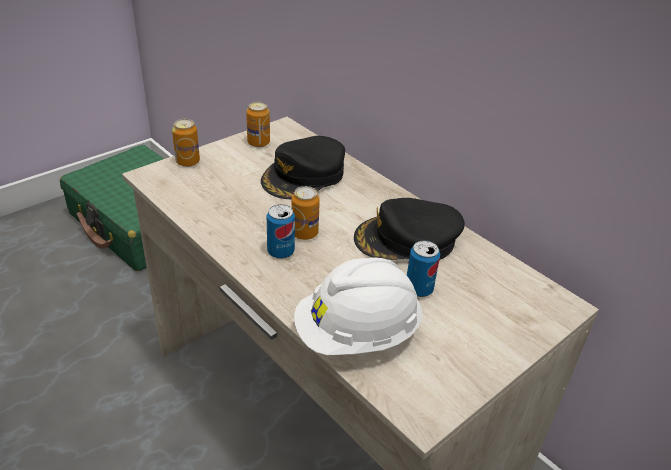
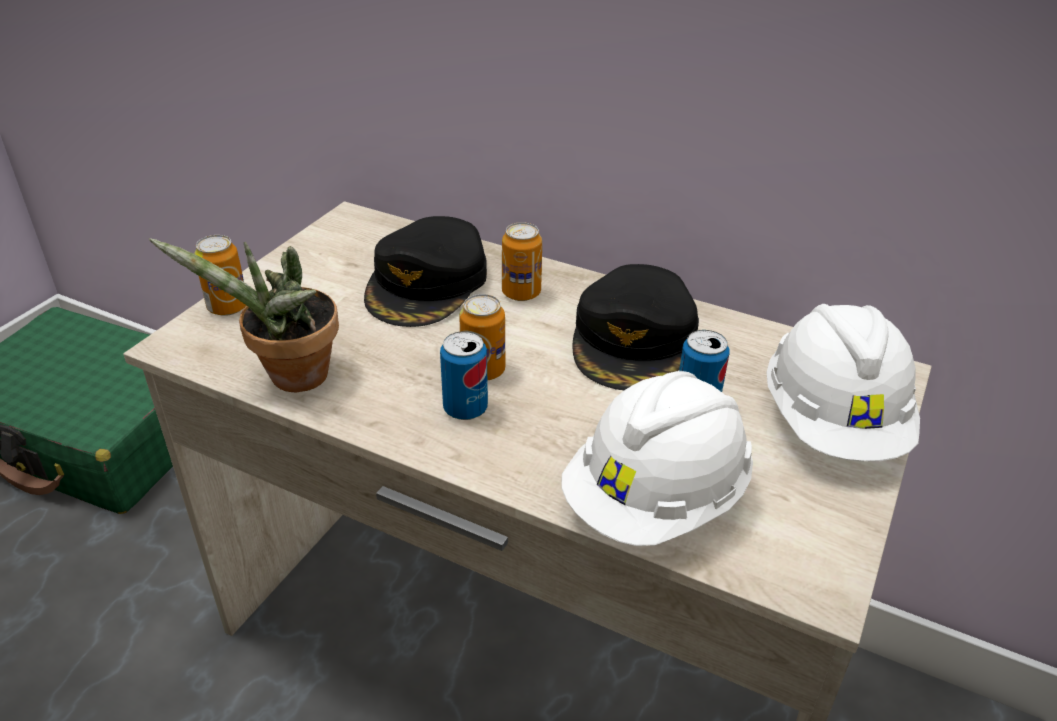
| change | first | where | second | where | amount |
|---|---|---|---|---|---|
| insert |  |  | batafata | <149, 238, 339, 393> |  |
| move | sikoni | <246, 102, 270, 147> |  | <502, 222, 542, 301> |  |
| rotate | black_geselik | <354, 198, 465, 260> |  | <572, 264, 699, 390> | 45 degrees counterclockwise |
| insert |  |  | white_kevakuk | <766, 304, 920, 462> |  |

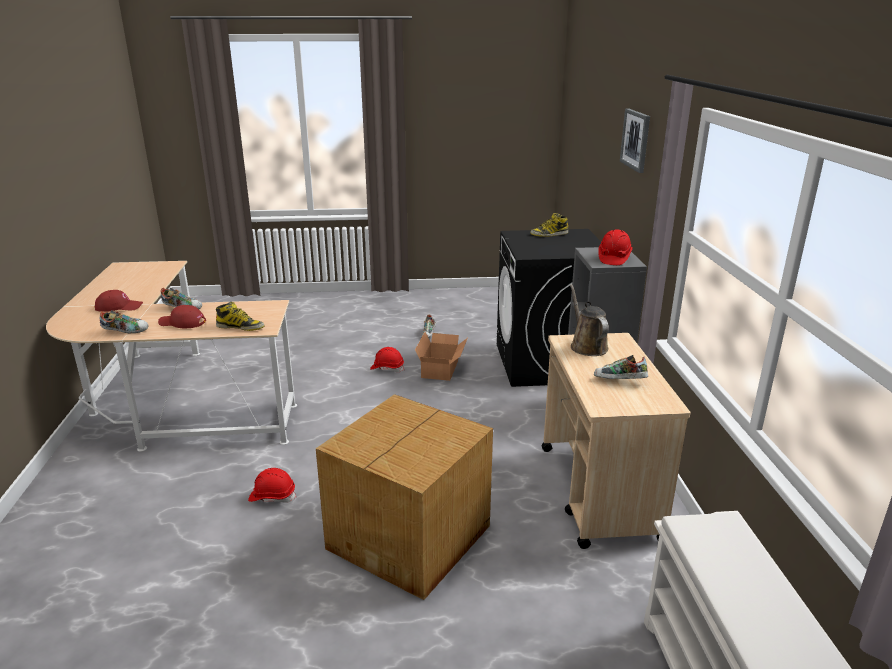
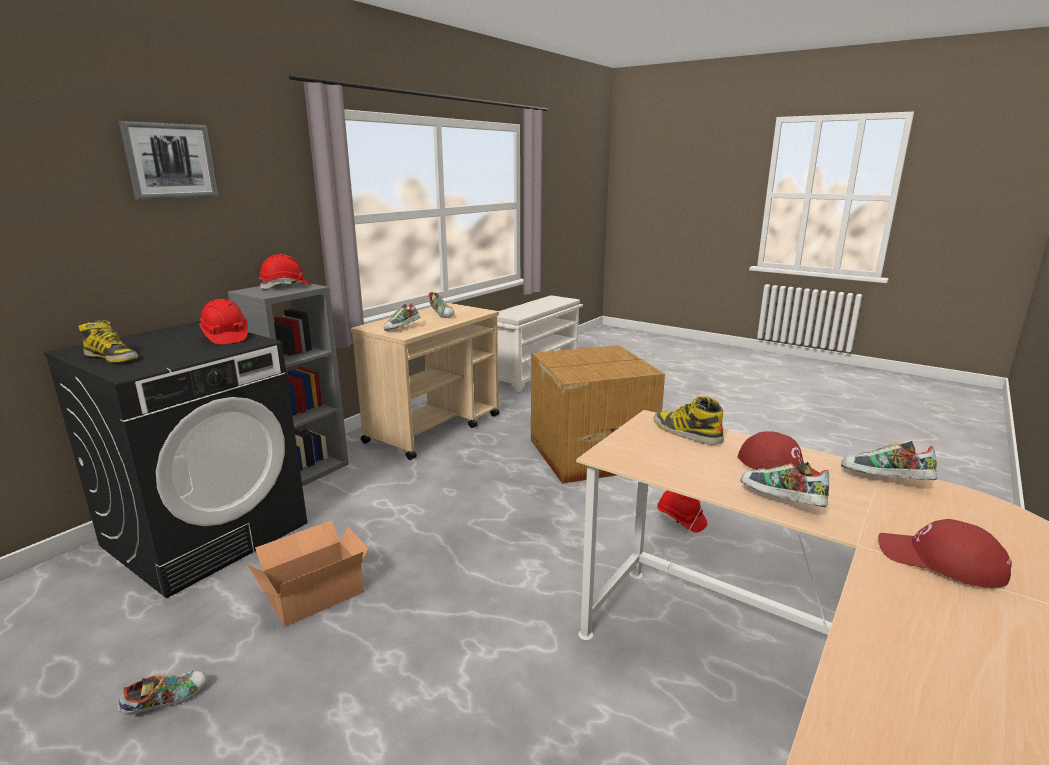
| change | first | where | second | where | amount |
|---|---|---|---|---|---|
| move | red_kevakuk | <370, 347, 404, 372> |  | <199, 299, 248, 344> |  |
| replace | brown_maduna | <570, 284, 609, 356> | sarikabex | <383, 303, 421, 331> |  |

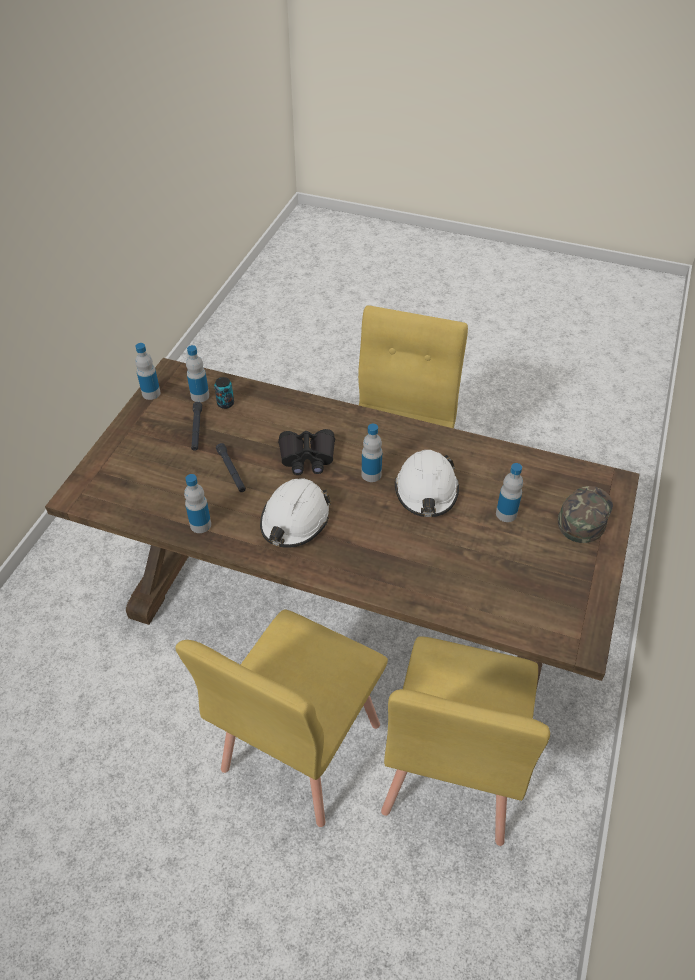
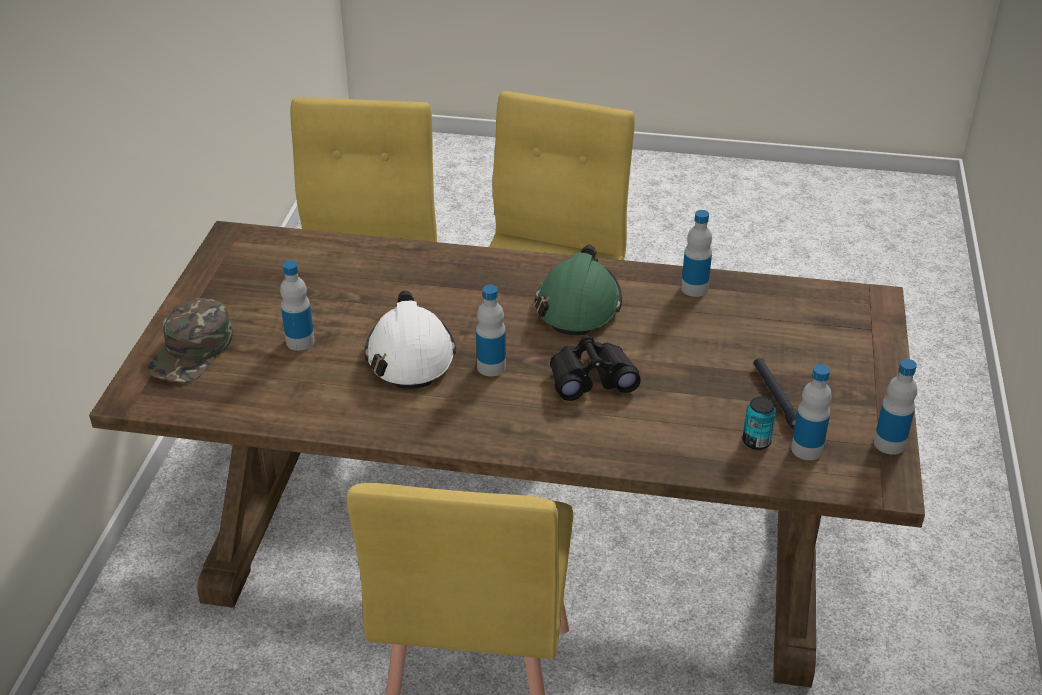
| change | first | where | second | where | amount |
|---|---|---|---|---|---|
| recolor | white_kevakuk | <260, 479, 331, 548> | green_kevakuk | <535, 245, 622, 335> |  |
| delete | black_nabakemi | <216, 443, 246, 492> |  |  |  |

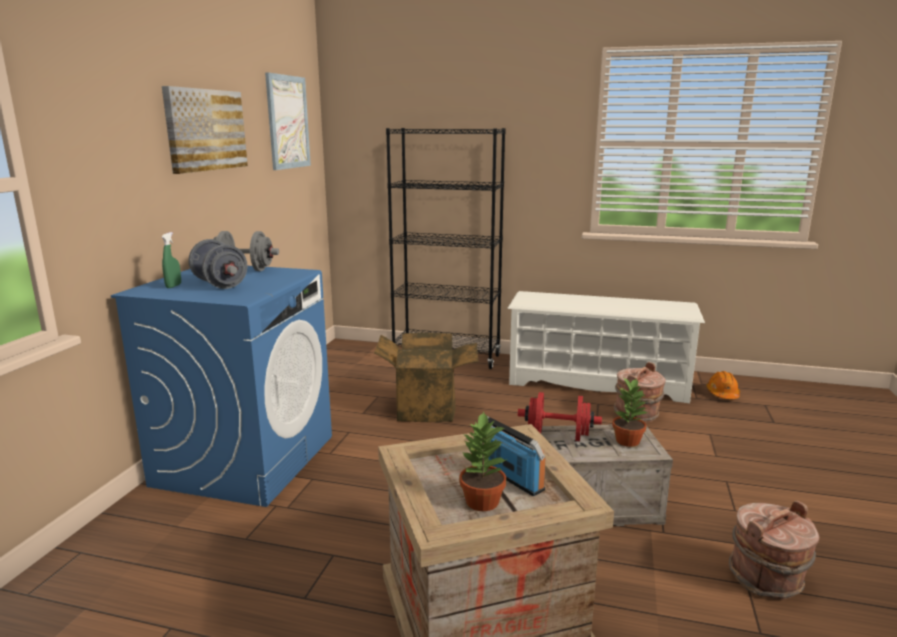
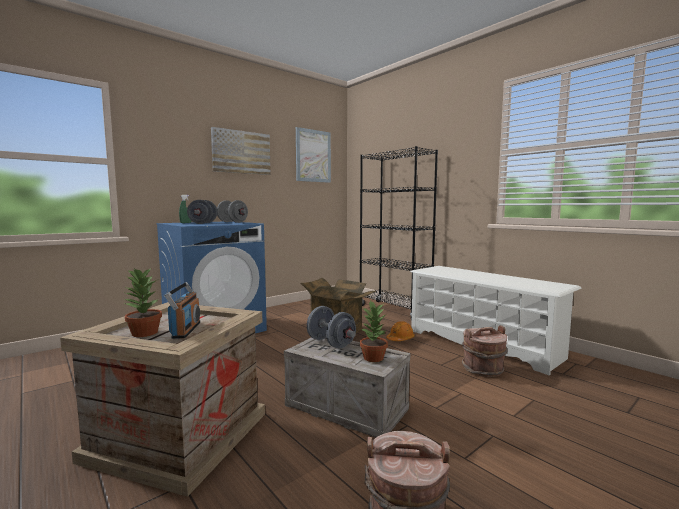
| change | first | where | second | where | amount |
|---|---|---|---|---|---|
| recolor | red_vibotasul | <518, 392, 602, 441> | grey_vibotasul | <307, 306, 356, 349> |  |
| move | orange_kevakuk | <707, 371, 740, 399> |  | <386, 321, 415, 341> |  |

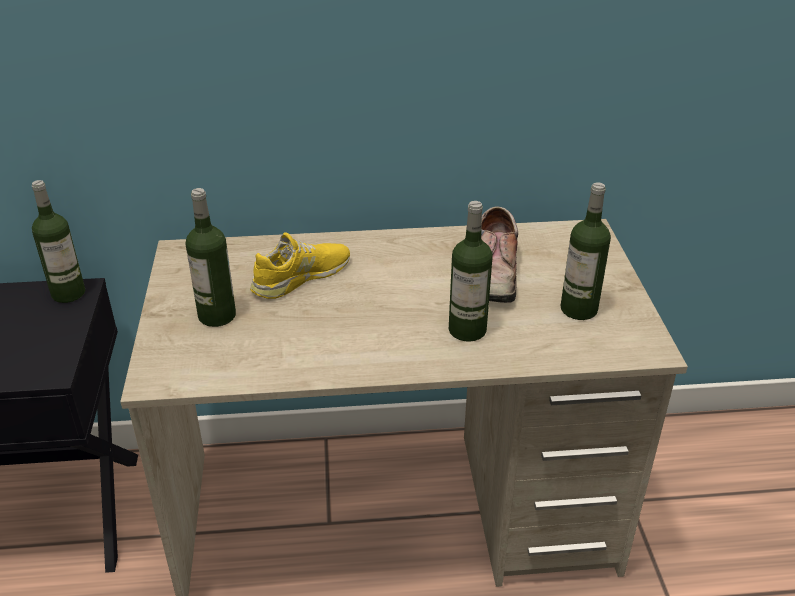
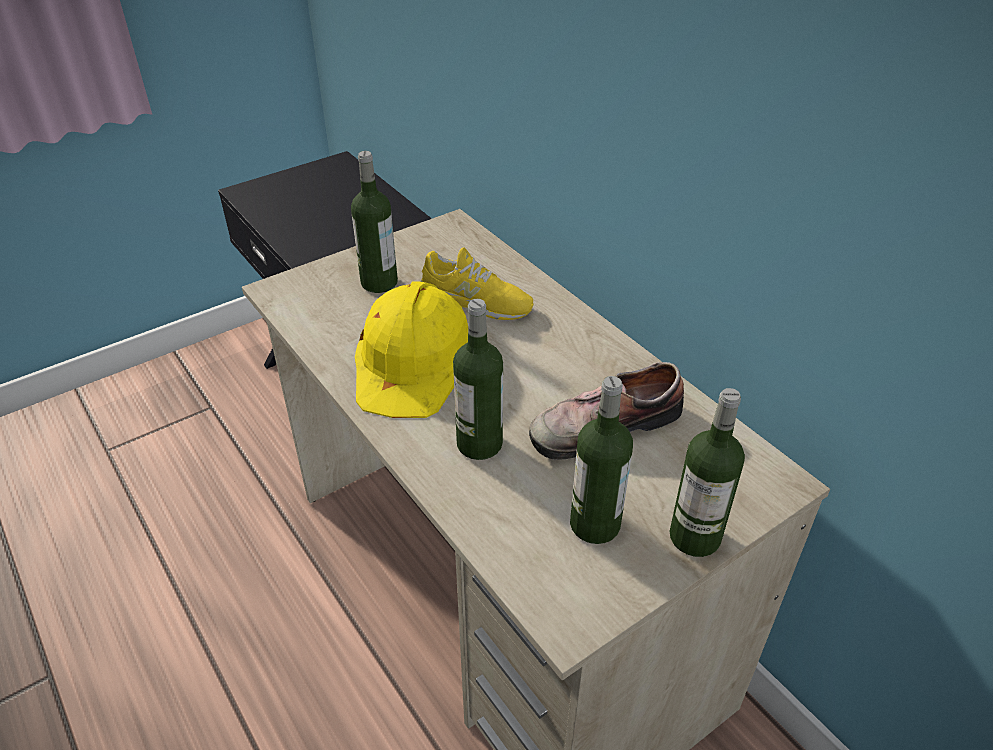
| change | first | where | second | where | amount |
|---|---|---|---|---|---|
| insert |  |  | yellow_kevakuk | <355, 282, 468, 418> |  |
| move | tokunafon | <32, 180, 85, 303> |  | <669, 388, 745, 557> |  |

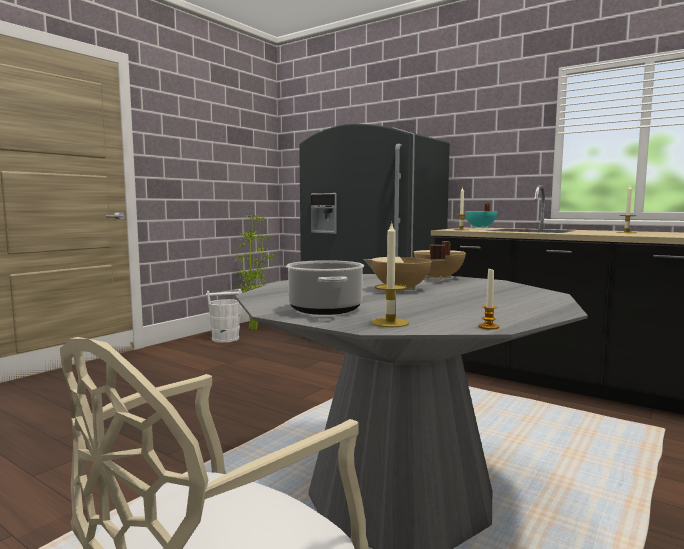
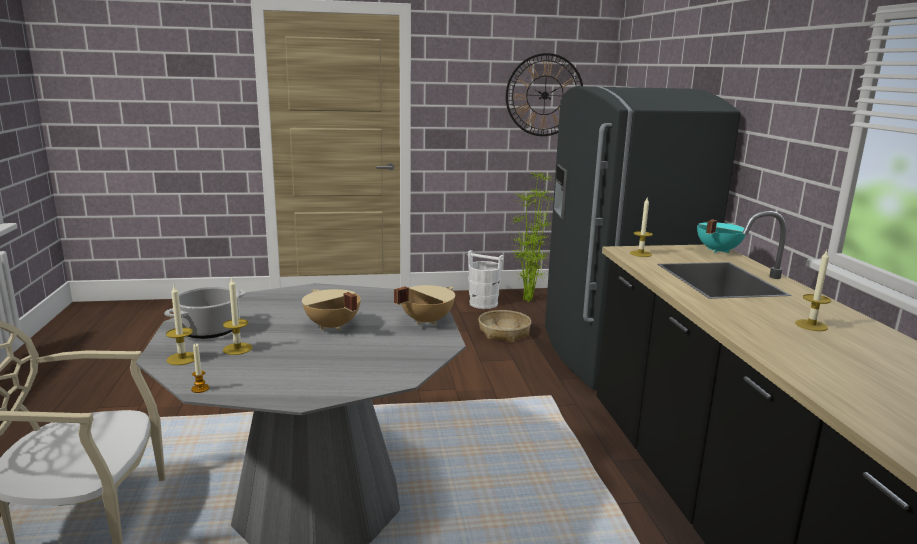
| change | first | where | second | where | amount |
|---|---|---|---|---|---|
| insert |  |  | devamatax | <223, 278, 252, 355> |  |
| insert |  |  | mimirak | <478, 310, 531, 342> |  |
| insert |  |  | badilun | <506, 53, 583, 136> |  |

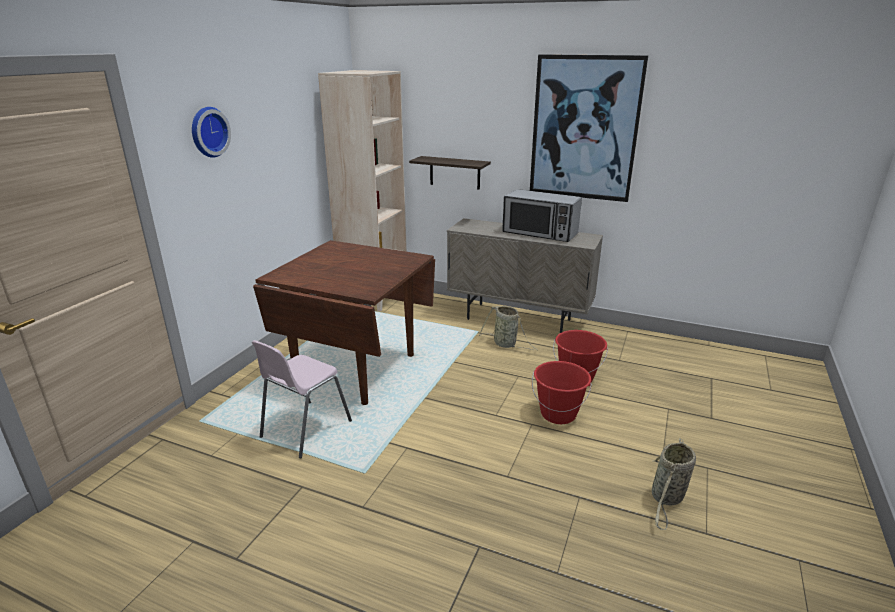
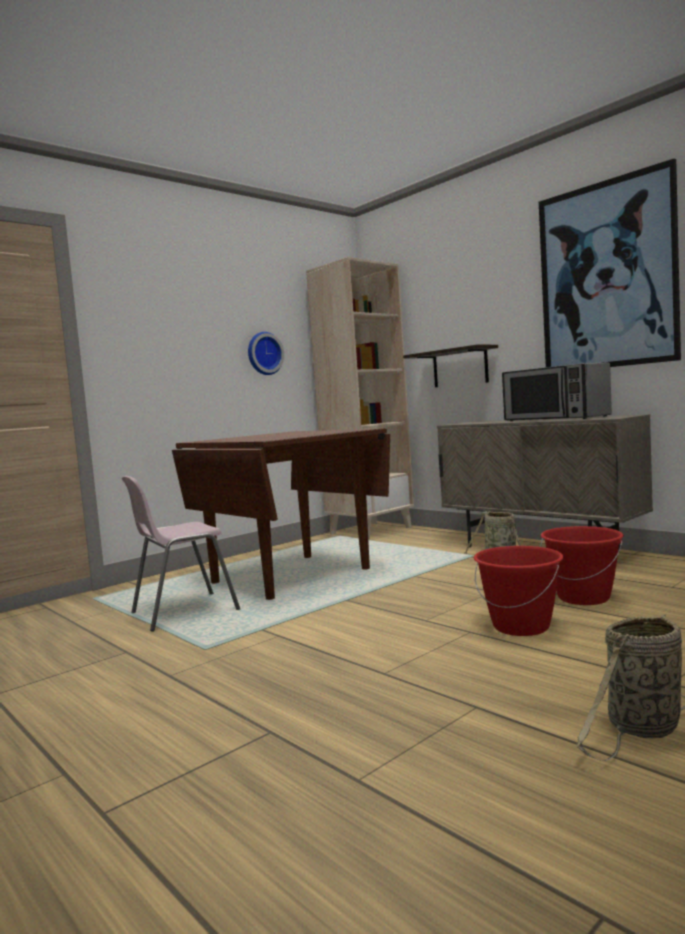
| change | first | where | second | where | amount |
|---|---|---|---|---|---|
| move | badilun | <192, 107, 231, 158> |  | <248, 332, 284, 375> |  |

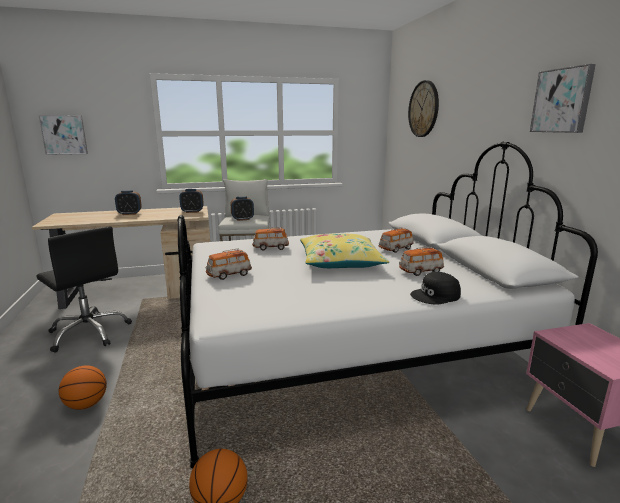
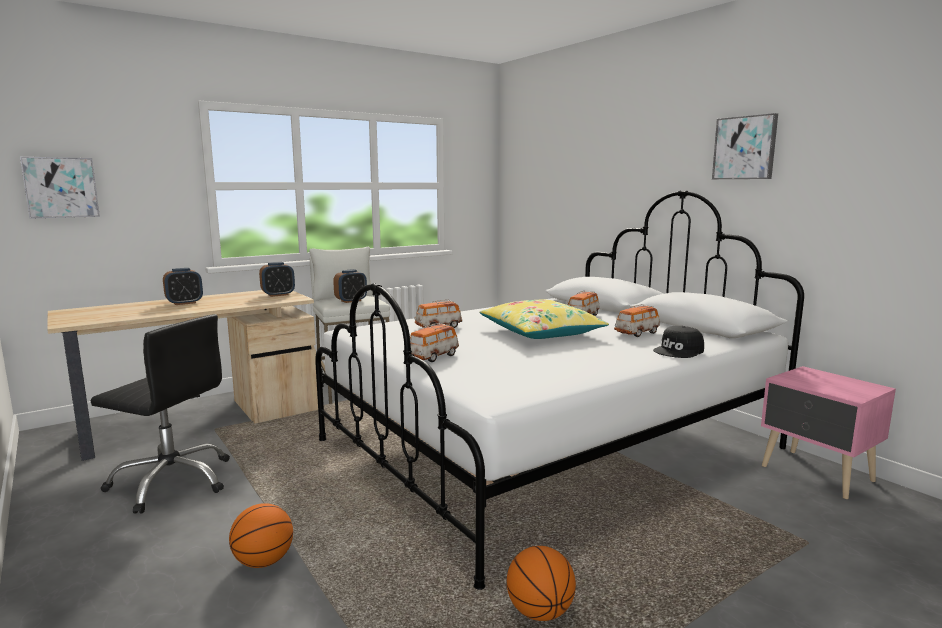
| change | first | where | second | where | amount |
|---|---|---|---|---|---|
| delete | badilun | <408, 80, 439, 137> |  |  |  |

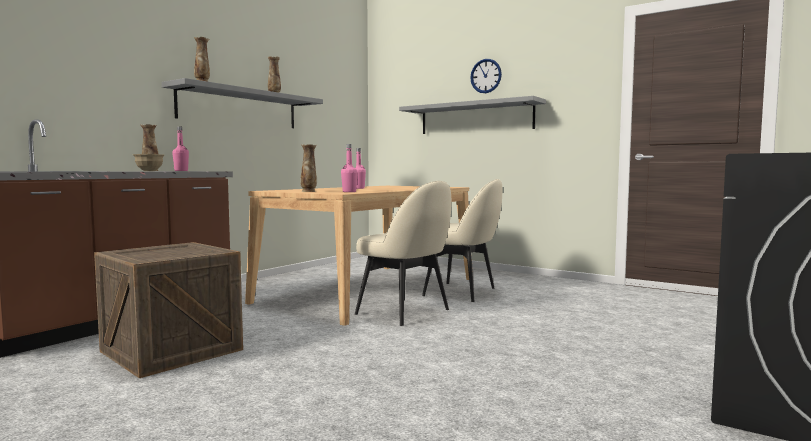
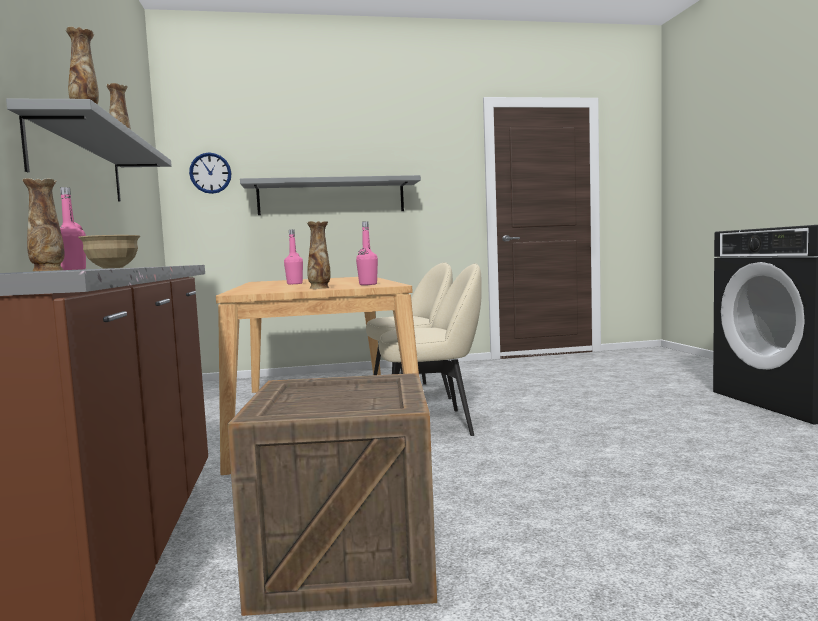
| change | first | where | second | where | amount |
|---|---|---|---|---|---|
| move | badilun | <470, 59, 502, 93> |  | <189, 153, 232, 194> |  |

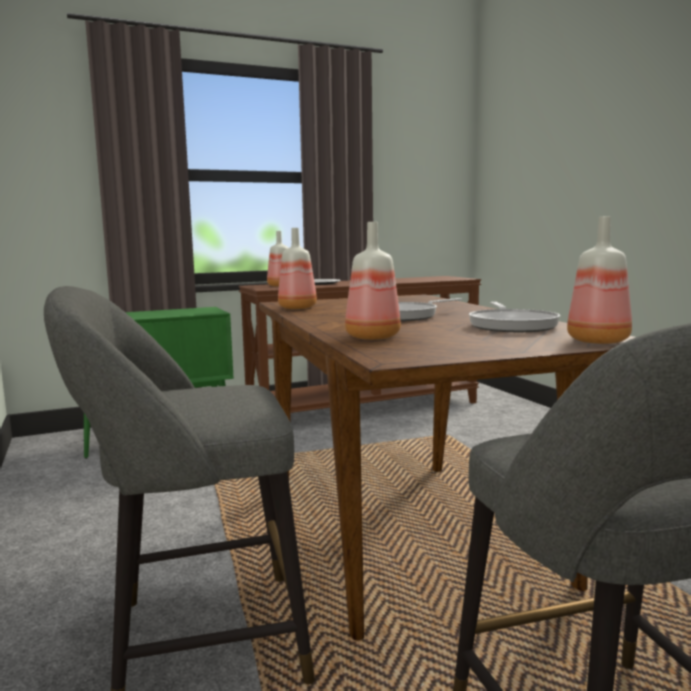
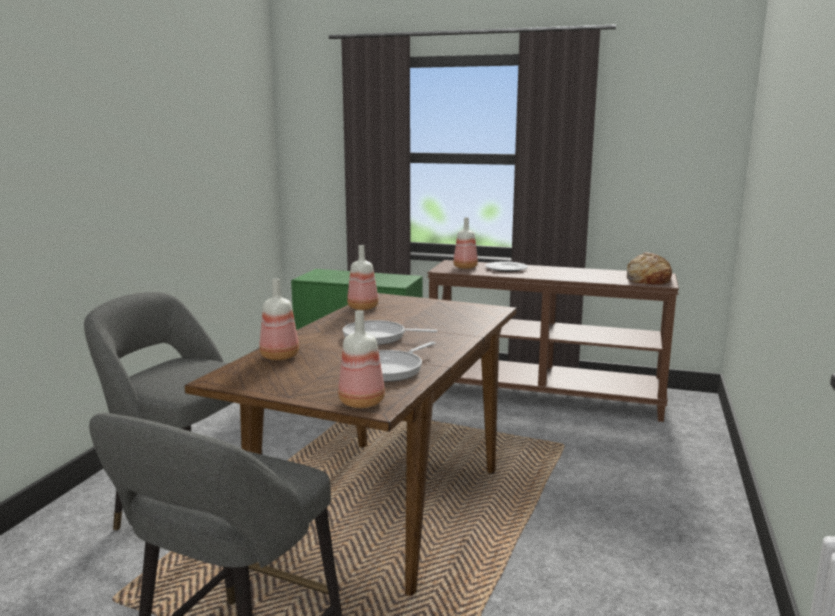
| change | first | where | second | where | amount |
|---|---|---|---|---|---|
| insert |  |  | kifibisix | <626, 252, 672, 285> |  |

